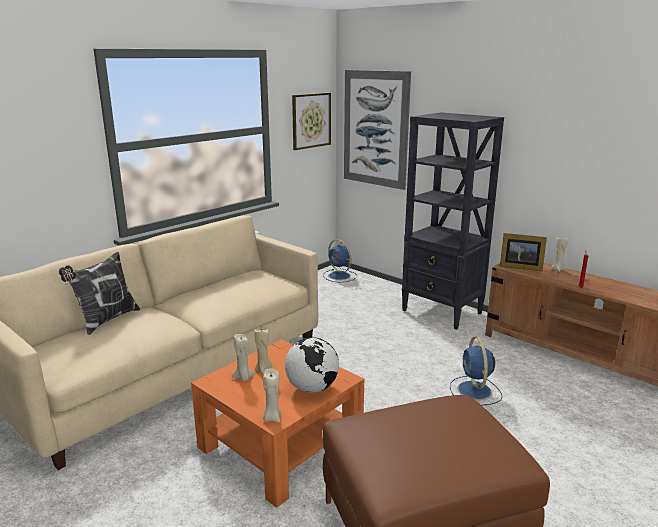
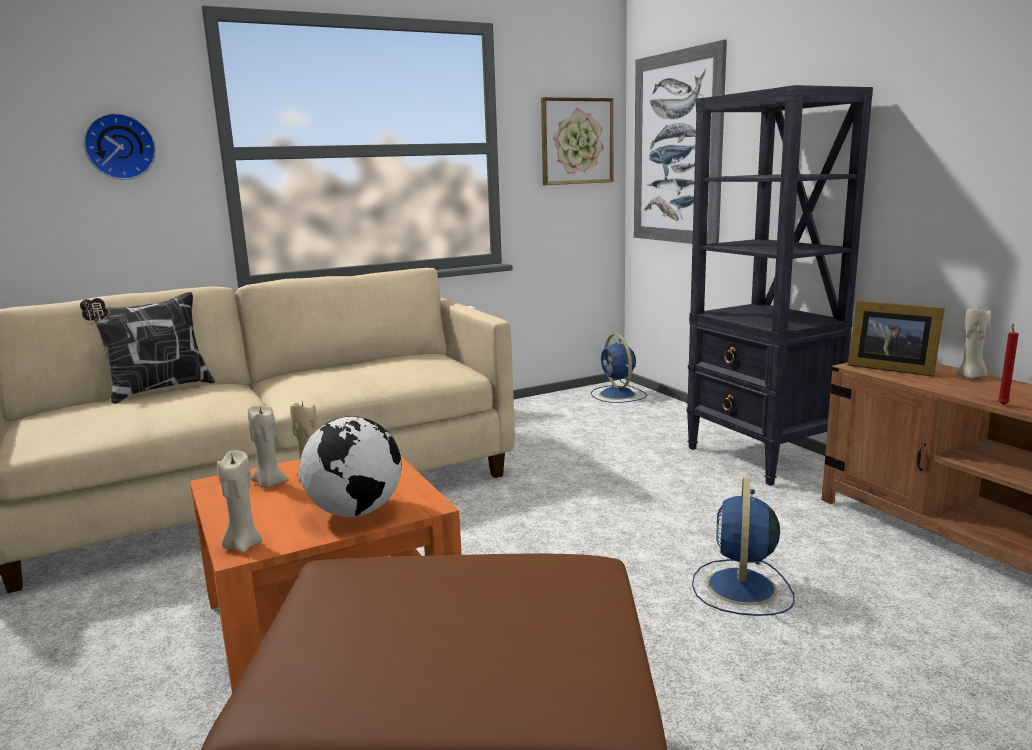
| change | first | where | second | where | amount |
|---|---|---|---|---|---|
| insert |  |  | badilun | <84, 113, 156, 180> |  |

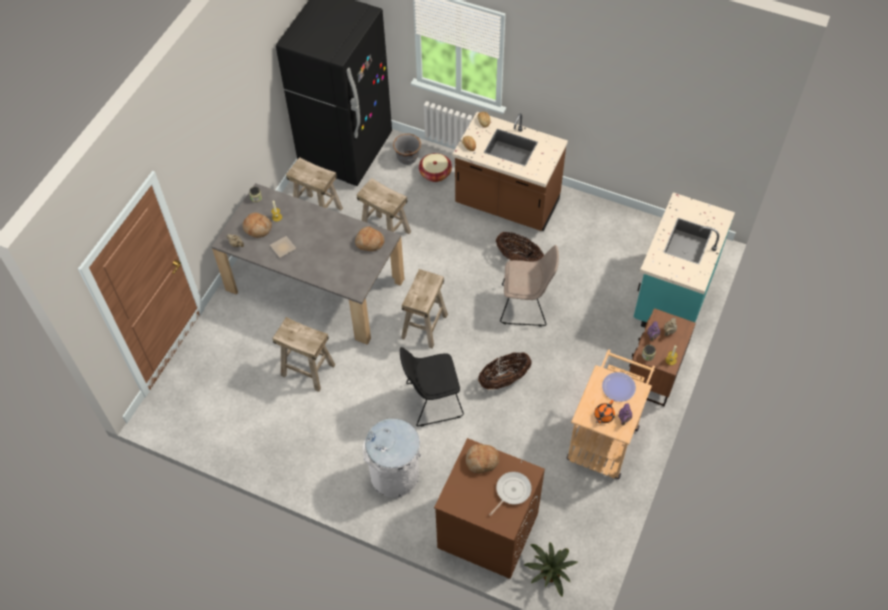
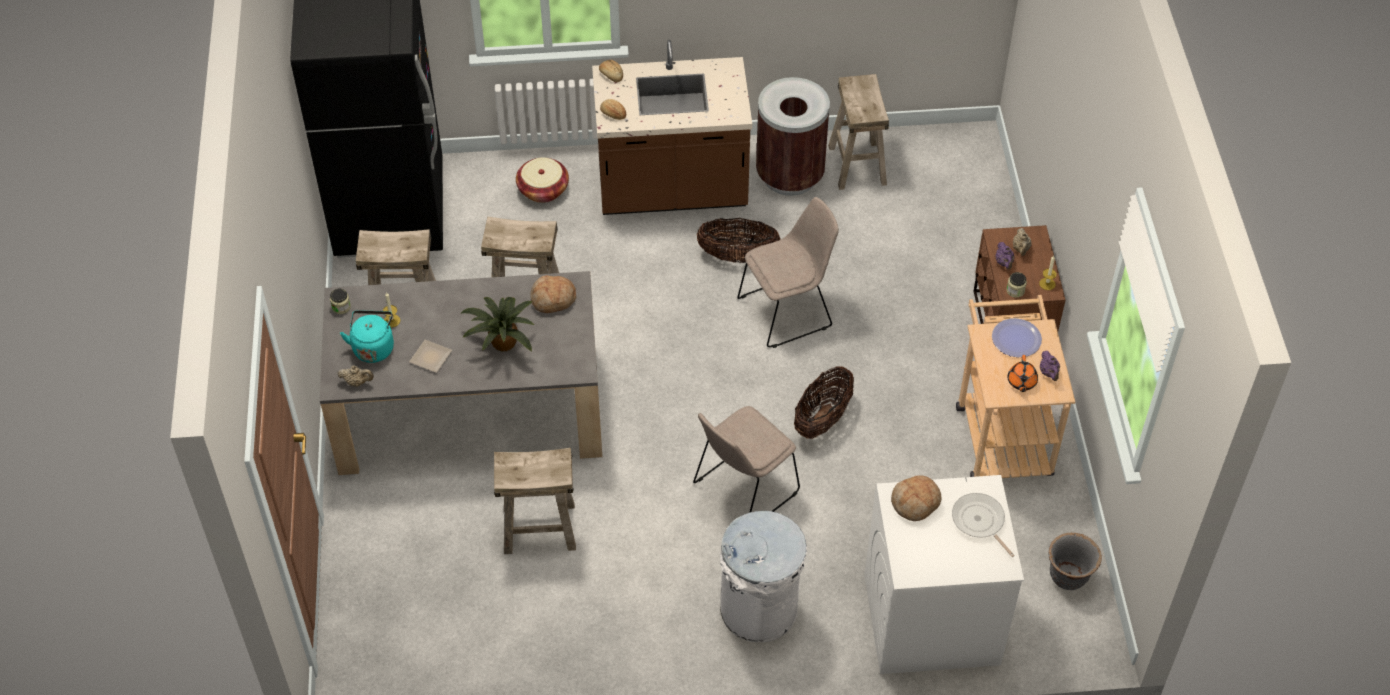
| change | first | where | second | where | amount |
|---|---|---|---|---|---|
| replace | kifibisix | <242, 213, 272, 238> | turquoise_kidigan | <340, 310, 394, 363> |  |
| move | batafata | <524, 542, 577, 597> |  | <460, 297, 534, 351> |  |
| recolor | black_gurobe | <400, 347, 464, 427> | beige_gurobe | <693, 406, 800, 513> |  |
| insert |  |  | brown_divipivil | <756, 77, 830, 196> |  |
| move | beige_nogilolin | <401, 269, 448, 349> |  | <828, 74, 889, 190> |  |
| recolor | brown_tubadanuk | <434, 438, 545, 579> | white_tubadanuk | <864, 475, 1024, 674> |  |
| rotate | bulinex | <489, 472, 532, 516> |  | <952, 493, 1015, 557> | 45 degrees counterclockwise |
| move | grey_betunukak | <393, 134, 421, 165> |  | <1049, 533, 1102, 590> |  |
| delete | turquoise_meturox | <633, 193, 735, 328> |  |  |  |

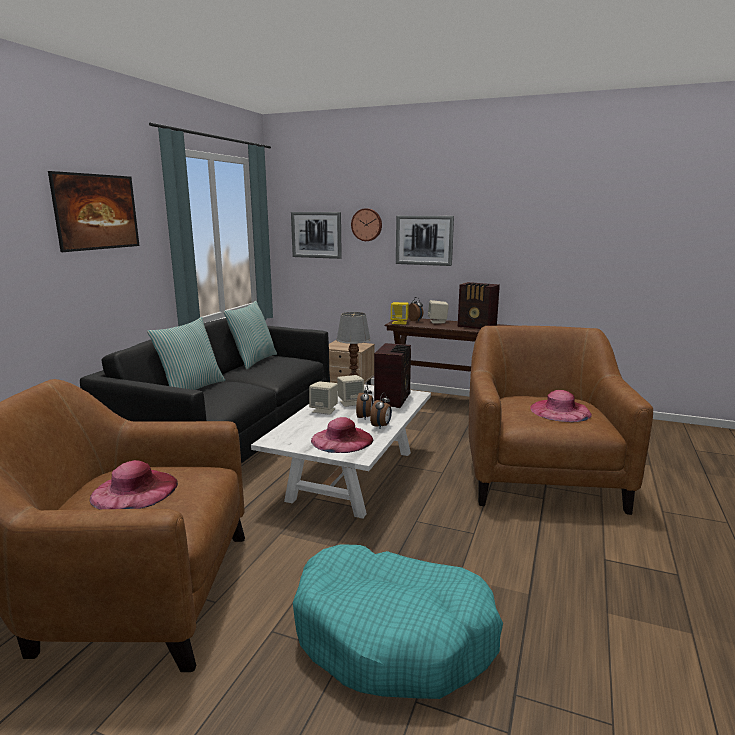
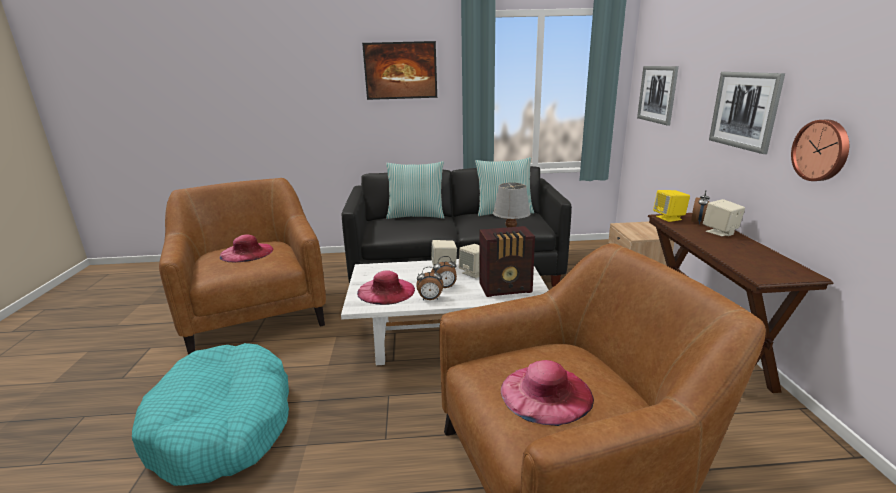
| change | first | where | second | where | amount |
|---|---|---|---|---|---|
| move | badilun | <351, 208, 382, 241> |  | <791, 120, 849, 181> |  |
| delete | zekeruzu | <458, 282, 500, 329> |  |  |  |

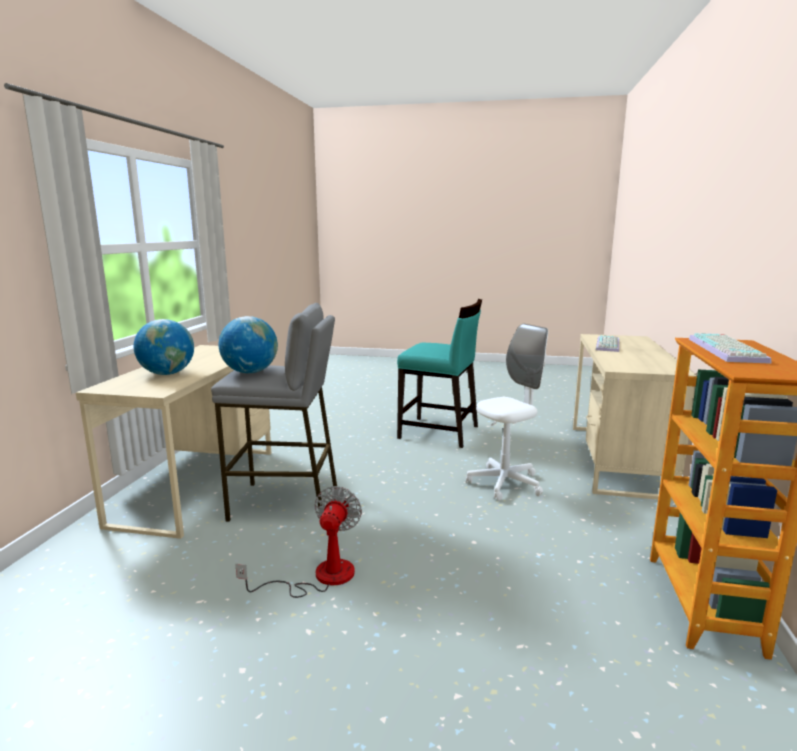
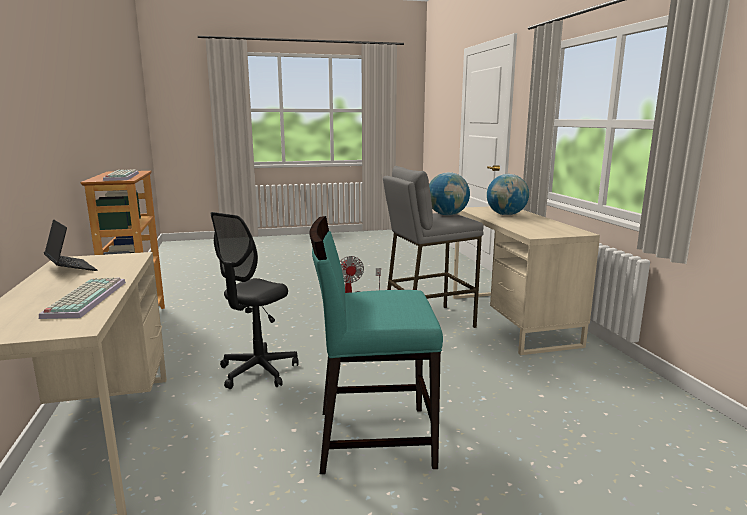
| change | first | where | second | where | amount |
|---|---|---|---|---|---|
| insert |  |  | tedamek | <44, 219, 97, 271> |  |
| recolor | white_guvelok | <466, 324, 548, 501> | black_guvelok | <210, 212, 299, 389> |  |

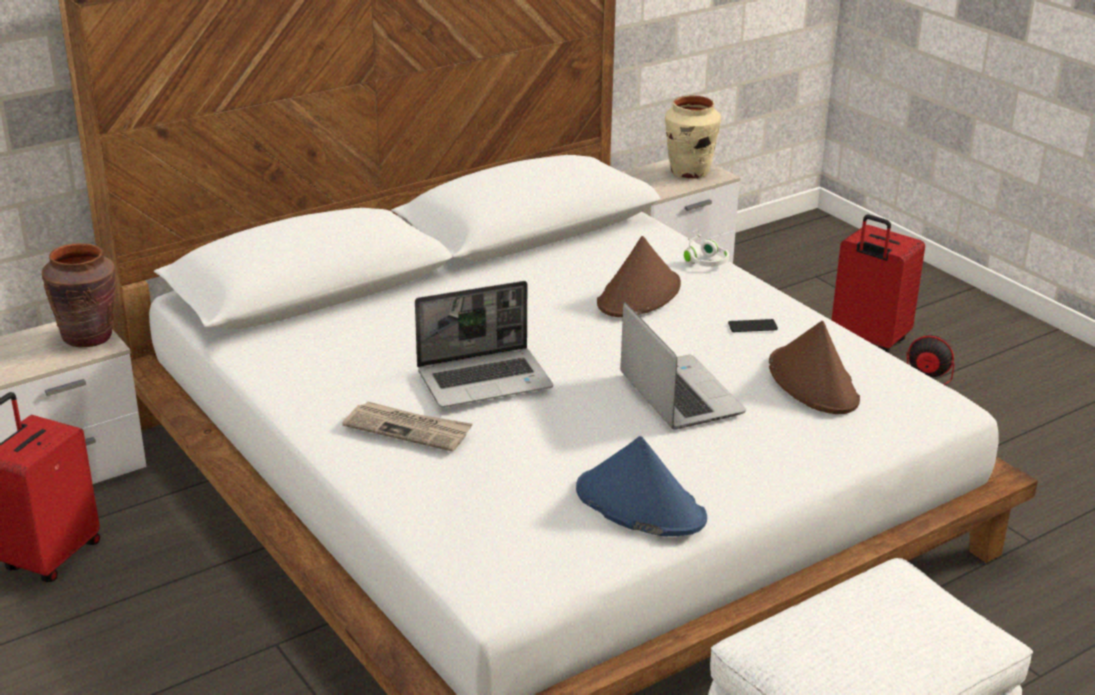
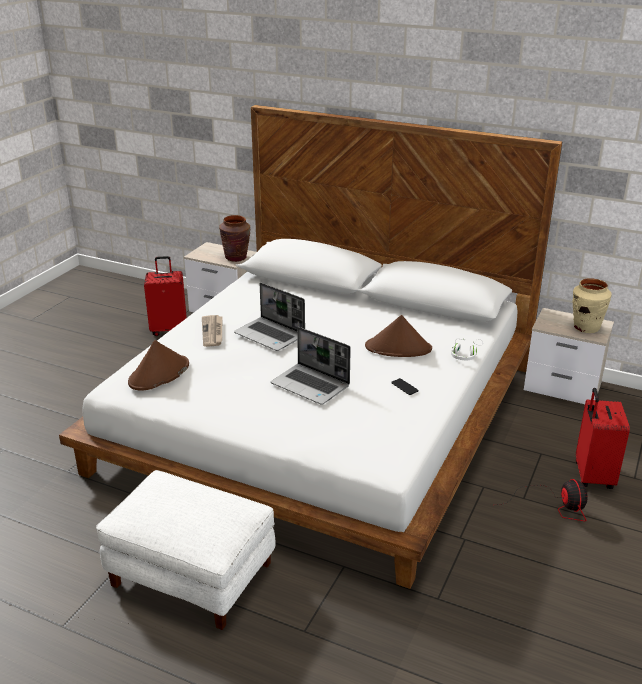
| change | first | where | second | where | amount |
|---|---|---|---|---|---|
| move | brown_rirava | <769, 320, 860, 414> |  | <128, 340, 189, 390> |  |
| rotate | tedamek | <620, 302, 746, 430> |  | <271, 327, 351, 405> | 90 degrees clockwise |
| delete | blue_rirava | <576, 436, 707, 537> |  |  |  |

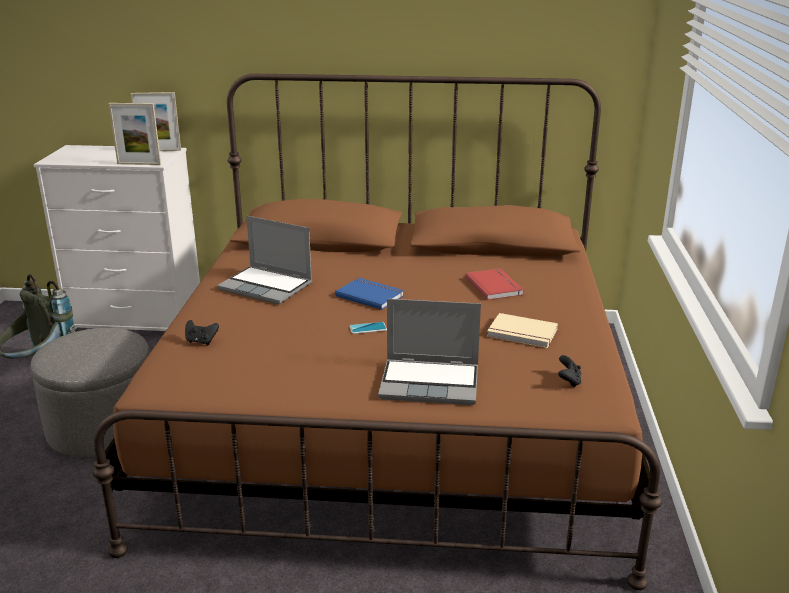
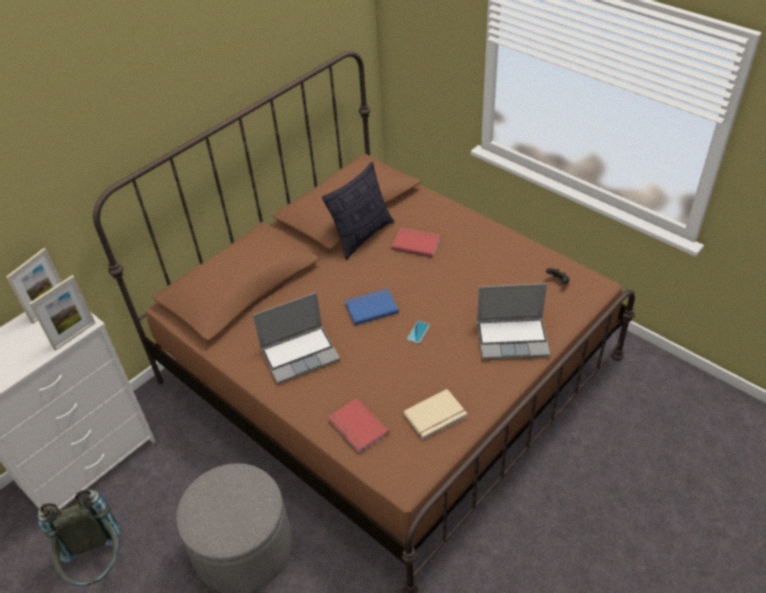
| change | first | where | second | where | amount |
|---|---|---|---|---|---|
| insert |  |  | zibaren | <322, 162, 394, 260> |  |
| replace | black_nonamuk | <185, 320, 219, 345> | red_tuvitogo | <328, 398, 389, 454> |  |
| move | beige_tuvitogo | <487, 313, 558, 348> |  | <403, 389, 468, 440> |  |
| rotate | tedamek | <378, 299, 481, 405> |  | <477, 283, 550, 359> | 45 degrees clockwise |

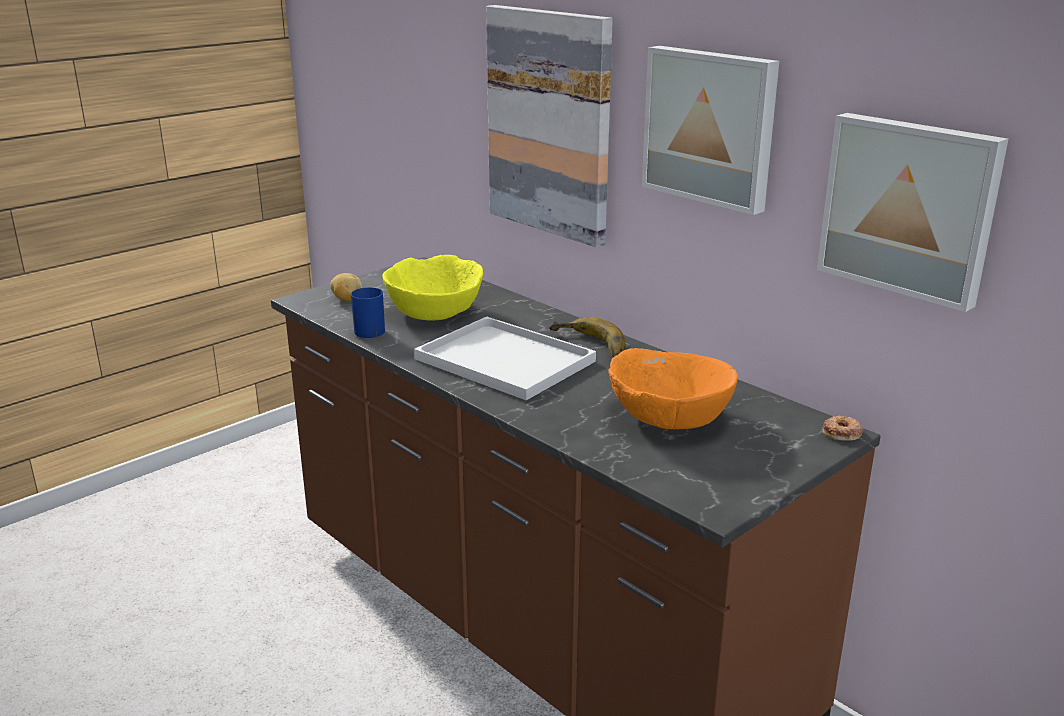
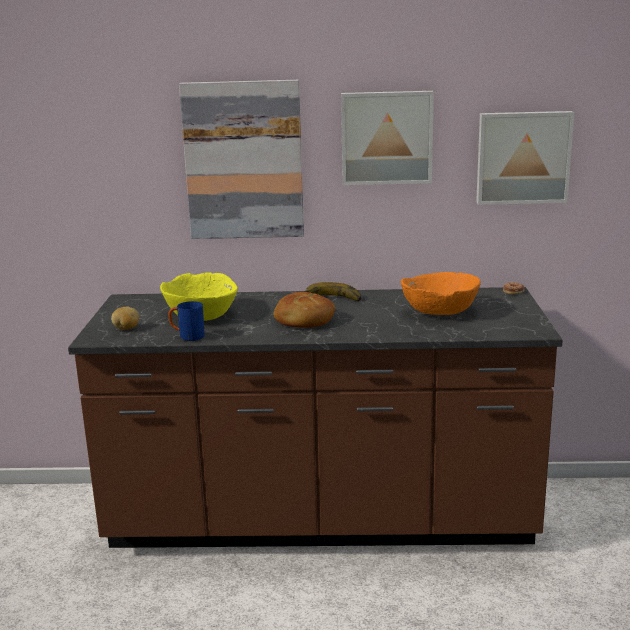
| change | first | where | second | where | amount |
|---|---|---|---|---|---|
| replace | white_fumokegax | <414, 317, 596, 400> | kifibisix | <273, 292, 335, 328> |  |

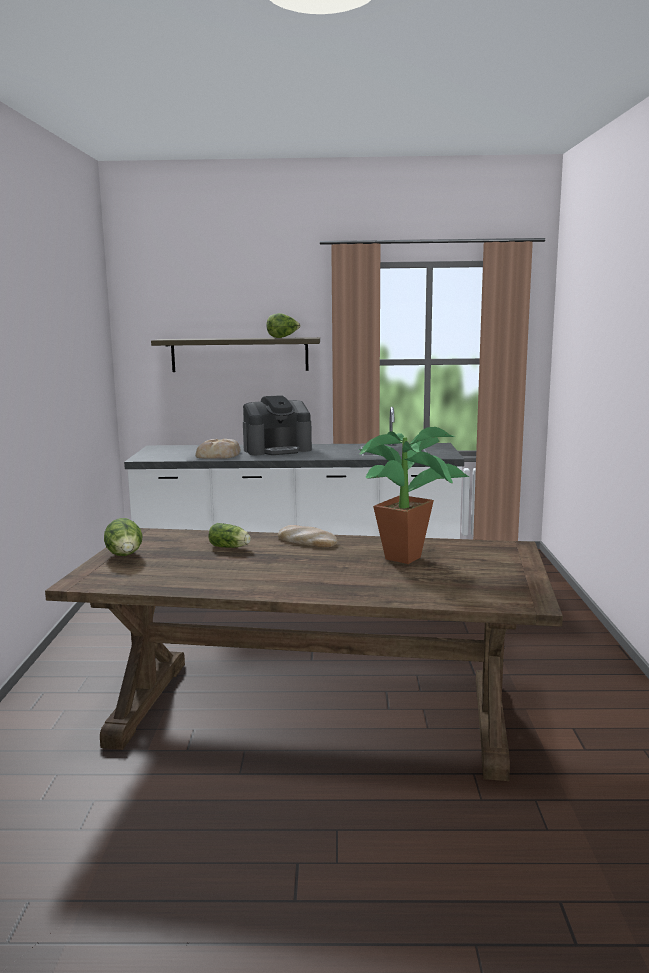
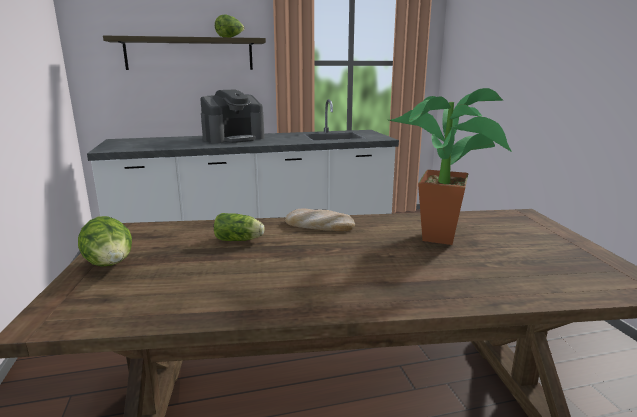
| change | first | where | second | where | amount |
|---|---|---|---|---|---|
| delete | kifibisix | <195, 439, 241, 459> |  |  |  |

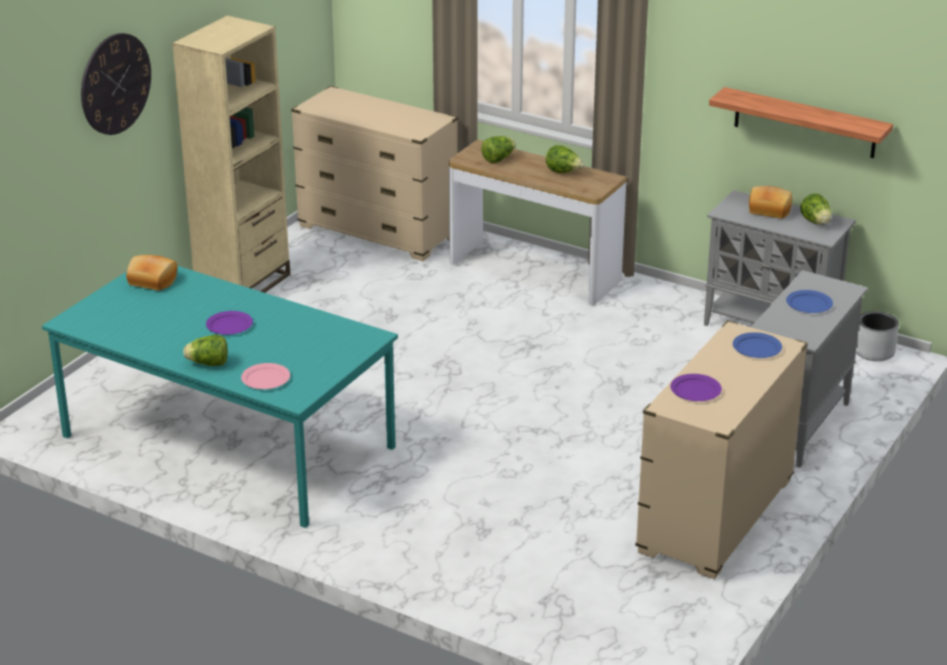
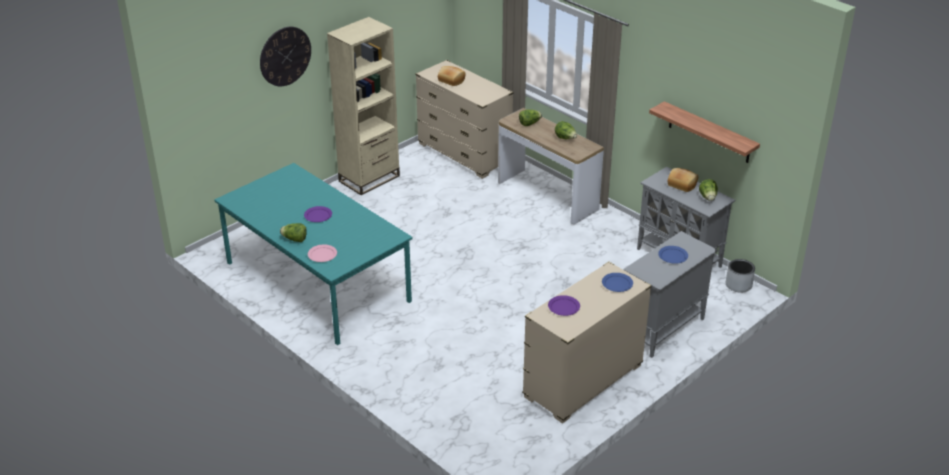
| change | first | where | second | where | amount |
|---|---|---|---|---|---|
| move | kifibisix | <126, 255, 178, 291> |  | <438, 66, 466, 86> |  |

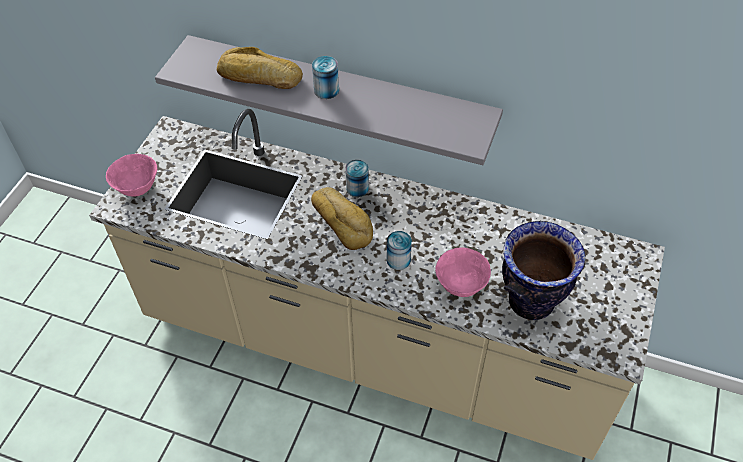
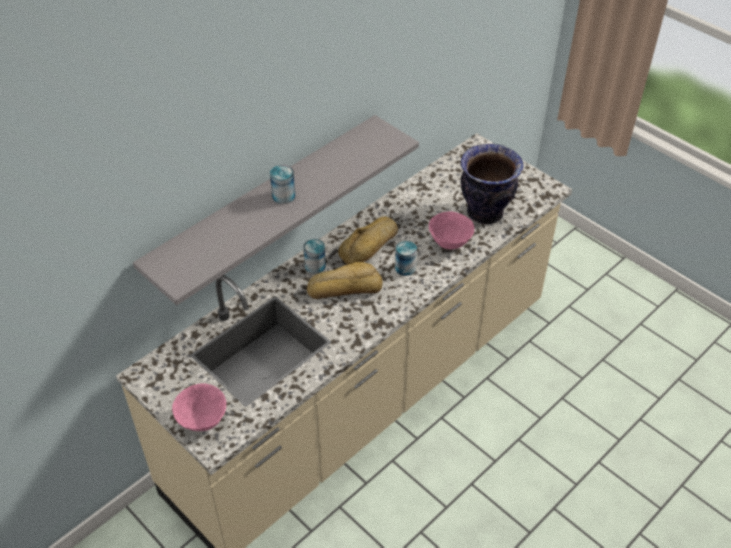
| change | first | where | second | where | amount |
|---|---|---|---|---|---|
| move | kifibisix | <217, 47, 303, 89> |  | <338, 217, 398, 265> |  |

